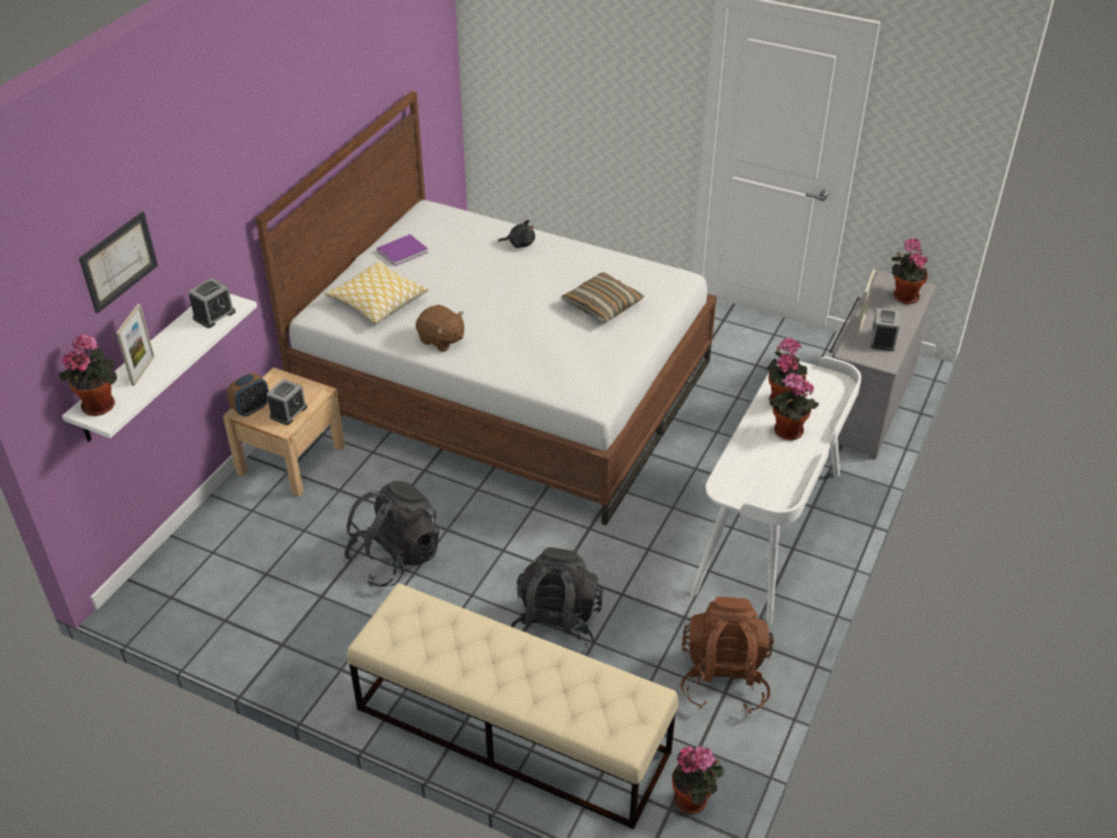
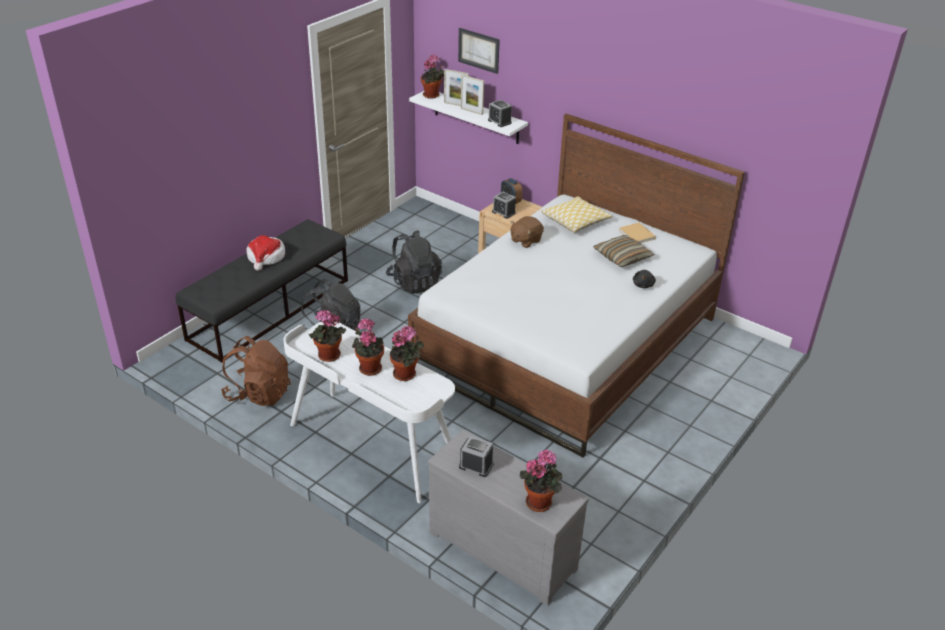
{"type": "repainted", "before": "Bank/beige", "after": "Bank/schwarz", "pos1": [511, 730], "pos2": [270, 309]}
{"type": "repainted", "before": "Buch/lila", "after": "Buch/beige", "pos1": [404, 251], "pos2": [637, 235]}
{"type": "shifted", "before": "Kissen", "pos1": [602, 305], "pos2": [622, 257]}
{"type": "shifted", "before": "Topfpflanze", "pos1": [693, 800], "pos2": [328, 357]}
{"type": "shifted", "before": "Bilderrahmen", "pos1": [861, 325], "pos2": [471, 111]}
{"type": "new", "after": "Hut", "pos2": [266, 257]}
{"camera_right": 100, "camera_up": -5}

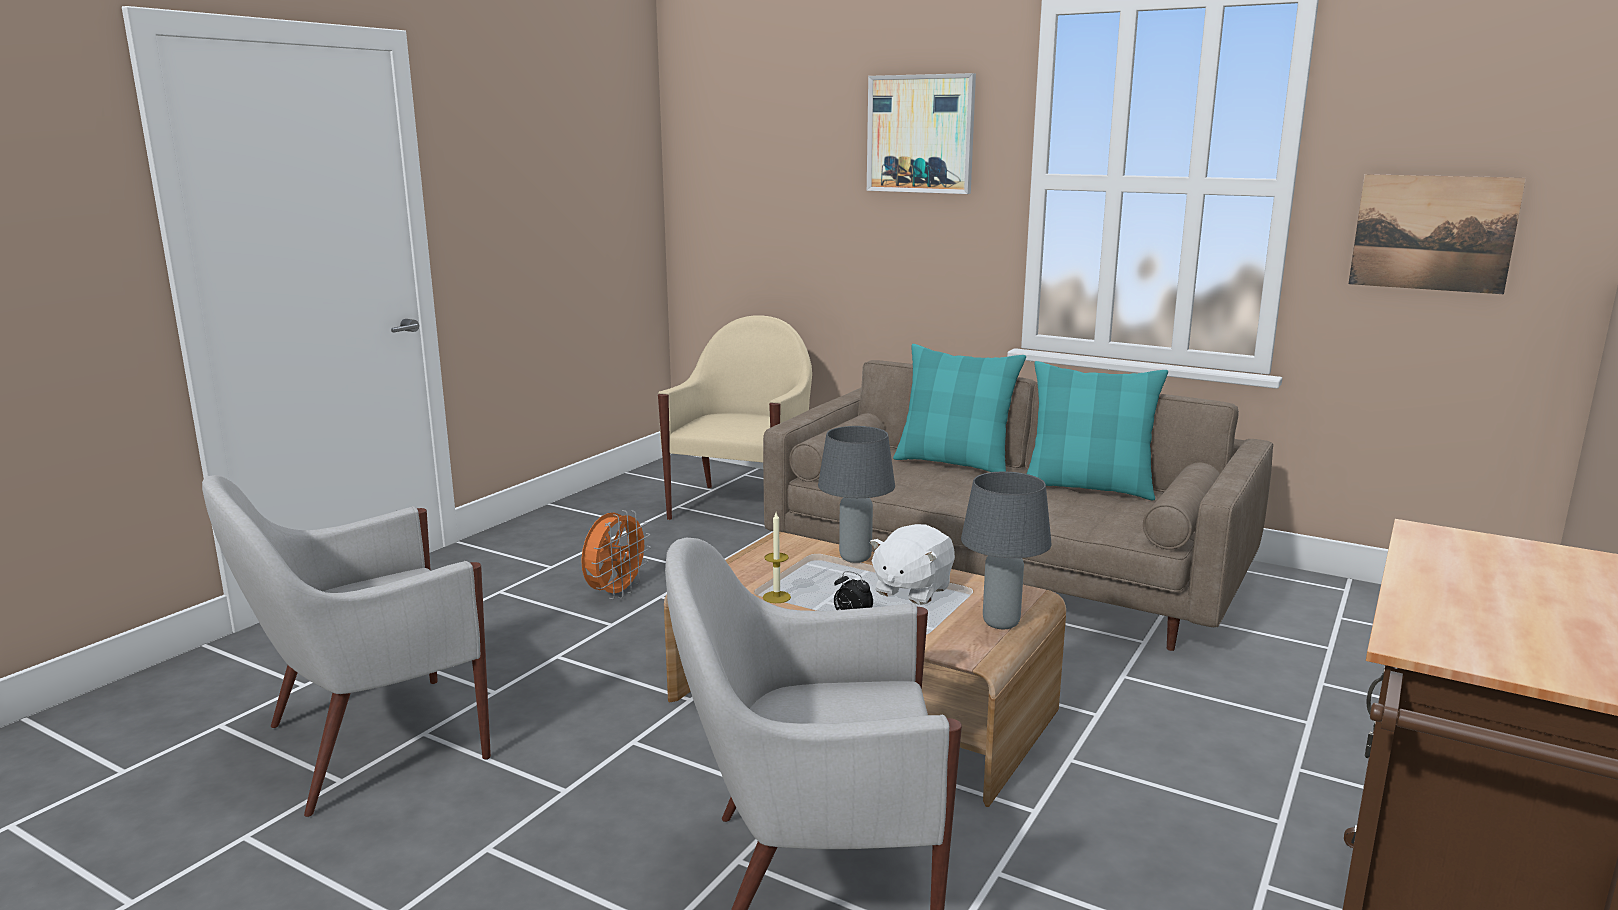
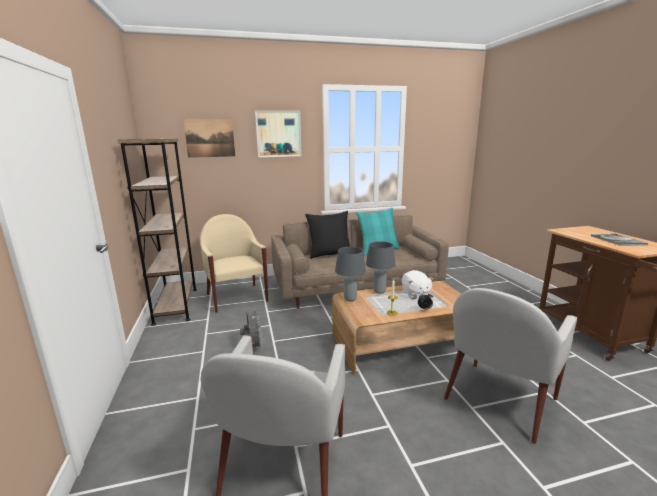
{"type": "repainted", "before": "Ventilator/orange", "after": "Ventilator/grau", "pos1": [616, 593], "pos2": [254, 348]}
{"type": "repainted", "before": "Kissen/türkis", "after": "Kissen/schwarz", "pos1": [954, 463], "pos2": [329, 254]}
{"type": "shifted", "before": "Tischlampe/grau", "pos1": [1002, 623], "pos2": [350, 299]}
{"type": "shifted", "before": "Bild", "pos1": [1433, 233], "pos2": [210, 138]}
{"type": "new", "after": "Bücherregal/braun", "pos2": [176, 305]}
{"type": "new", "after": "Buch", "pos2": [617, 240]}
{"camera_right": -45, "camera_up": 0}

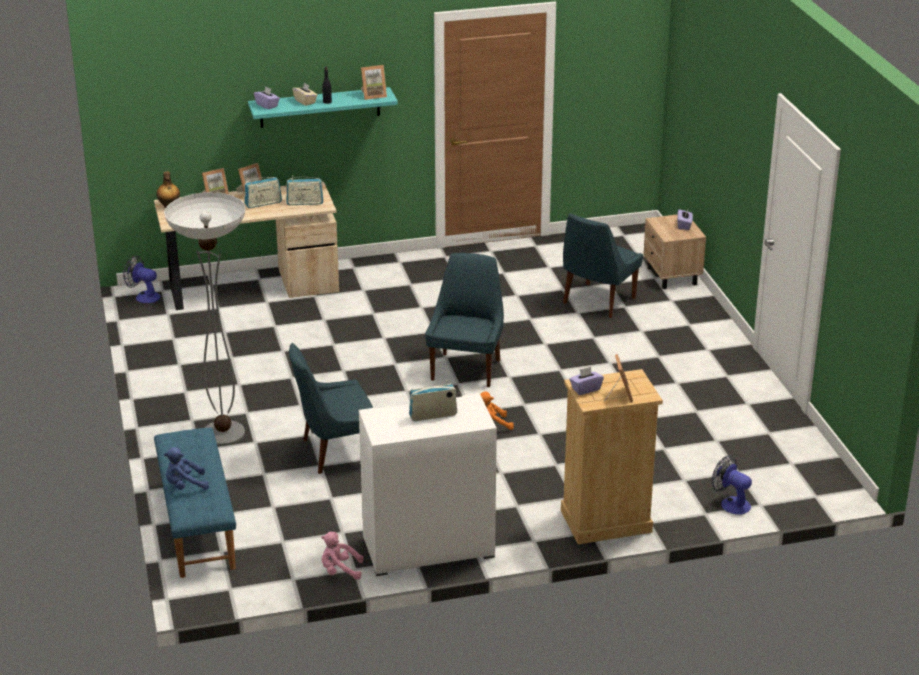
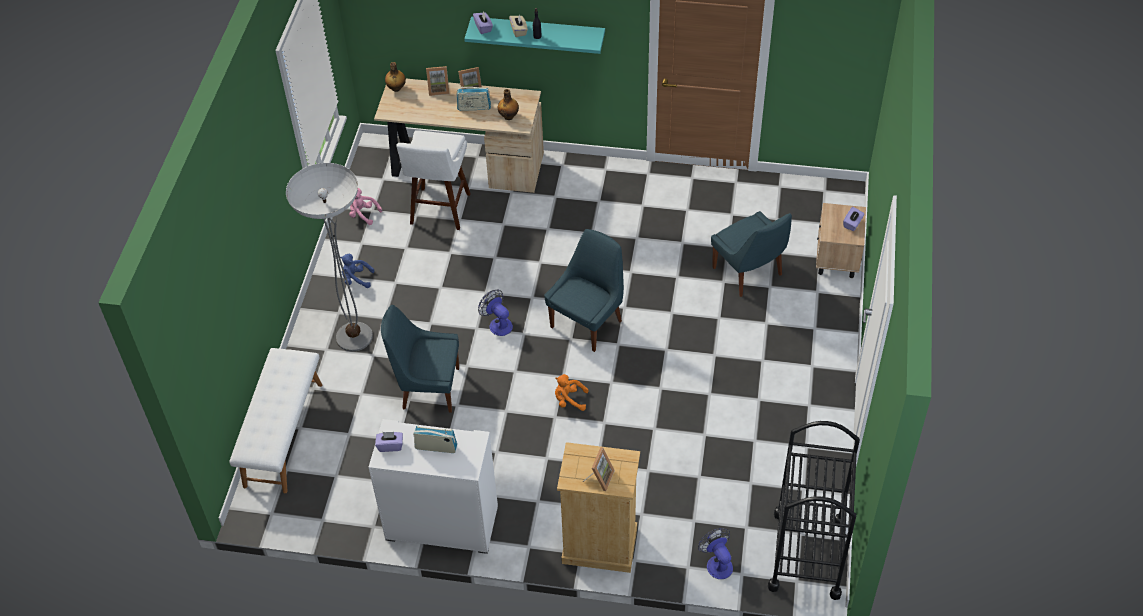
{"type": "shifted", "before": "Ventilator", "pos1": [144, 296], "pos2": [498, 324]}
{"type": "repainted", "before": "Bank/blau", "after": "Bank/weiß", "pos1": [196, 525], "pos2": [282, 434]}
{"type": "shifted", "before": "Plüschtier/blau", "pos1": [185, 486], "pos2": [356, 279]}
{"type": "swapped", "before": "Radio", "after": "Flasche", "pos1": [305, 203], "pos2": [509, 116]}
{"type": "shifted", "before": "Plüschtier/rosa", "pos1": [340, 571], "pos2": [363, 214]}
{"type": "gone", "before": "Bilderrahmen", "pos1": [373, 95]}
{"type": "rotated", "before": "Stuhl/blau", "pos1": [597, 302], "pos2": [749, 273], "turn": -90}
{"type": "shifted", "before": "Taschentuchbox/lila", "pos1": [585, 389], "pos2": [390, 446]}
{"type": "new", "after": "Hocker/weiß", "pos2": [439, 211]}
{"type": "new", "after": "Rollwagen/schwarz", "pos2": [807, 554]}
{"camera_right": 25, "camera_up": 20}

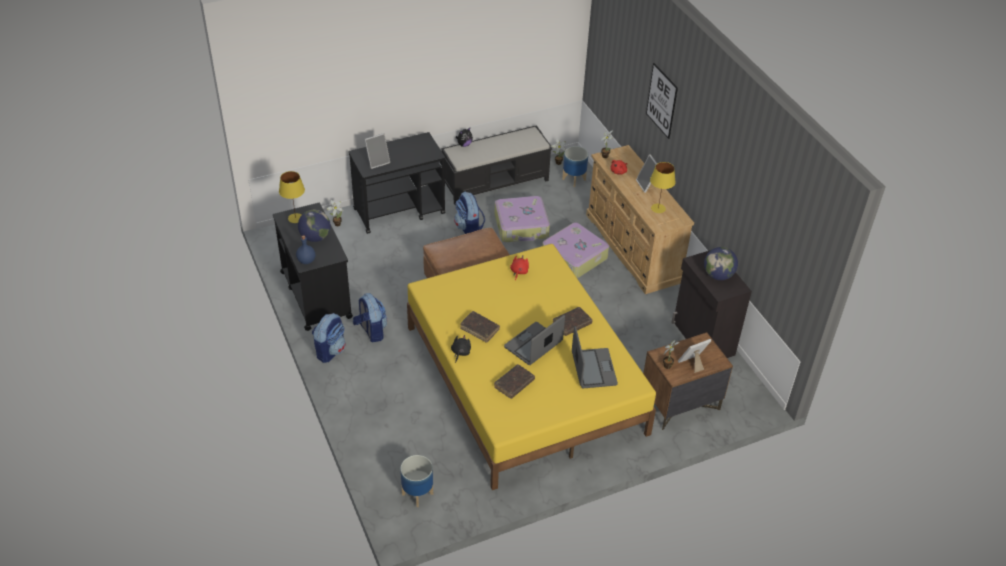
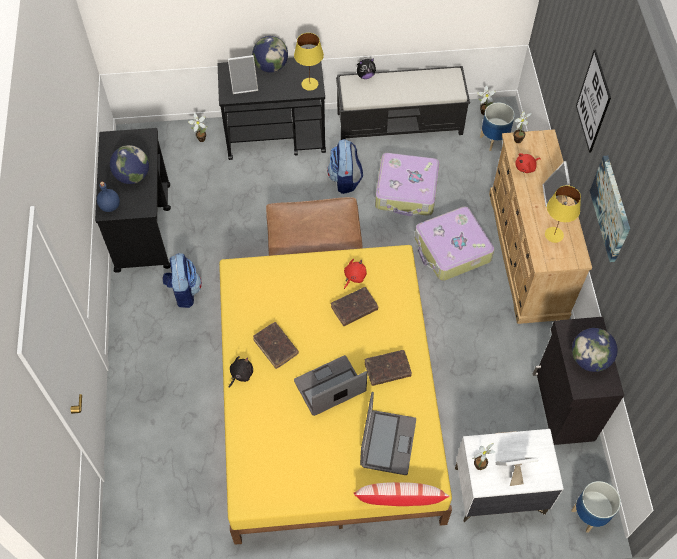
{"type": "shifted", "before": "Tischlampe/gelb", "pos1": [295, 218], "pos2": [309, 84]}
{"type": "gone", "before": "Rucksack", "pos1": [330, 350]}
{"type": "shifted", "before": "Pflanzkübel", "pos1": [418, 493], "pos2": [589, 514]}
{"type": "shifted", "before": "Buch/braun", "pos1": [514, 384], "pos2": [354, 309]}
{"type": "repainted", "before": "Nachttisch/braun", "after": "Nachttisch/weiß", "pos1": [679, 404], "pos2": [498, 491]}
{"type": "new", "after": "Globus", "pos2": [271, 66]}
{"type": "new", "after": "Kissen", "pos2": [399, 500]}
{"type": "new", "after": "Bild", "pos2": [611, 208]}
{"camera_right": 20, "camera_up": 15}

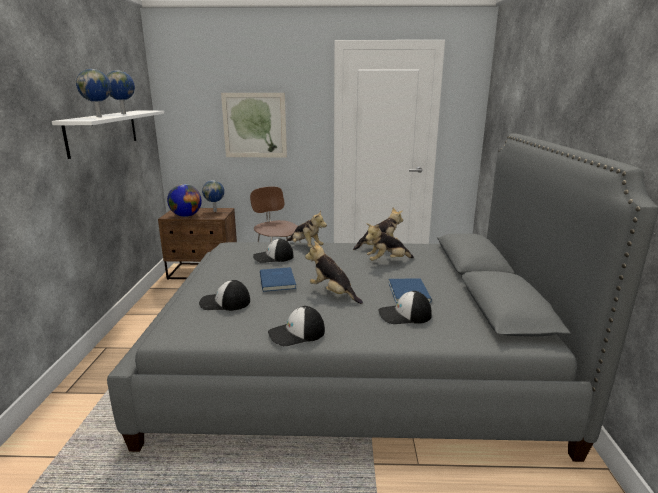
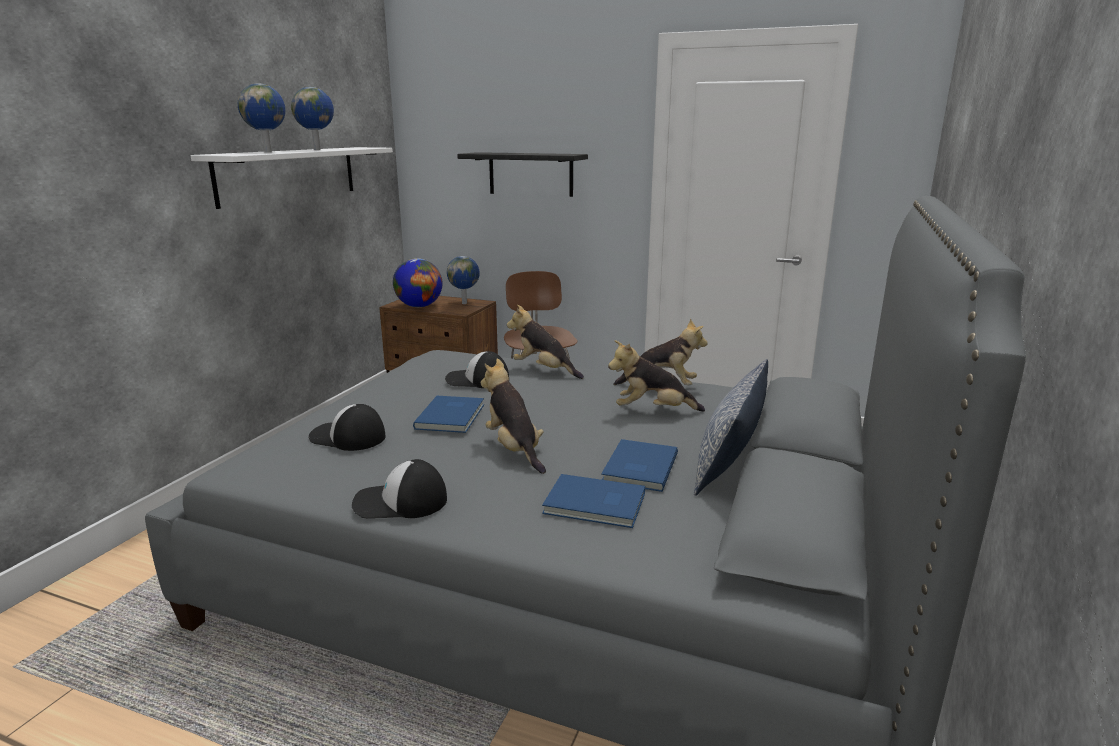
{"type": "swapped", "before": "Bild", "after": "Wandregal/schwarz", "pos1": [254, 125], "pos2": [530, 174]}
{"type": "rotated", "before": "Plüschtier", "pos1": [305, 247], "pos2": [544, 370], "turn": 150}
{"type": "swapped", "before": "Kappe", "after": "Buch/blau", "pos1": [404, 315], "pos2": [595, 505]}
{"type": "new", "after": "Kissen", "pos2": [729, 456]}
{"camera_right": 20, "camera_up": 0}

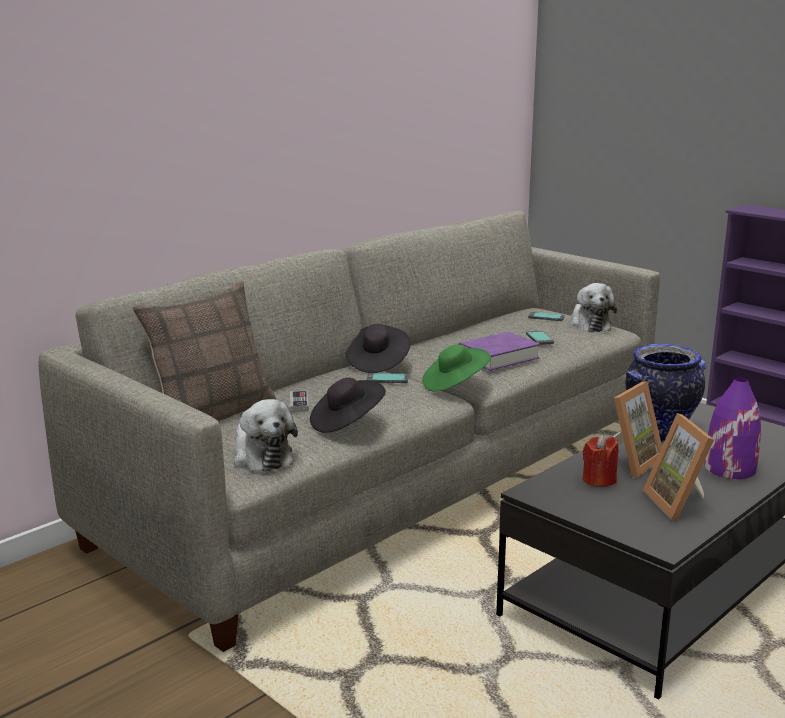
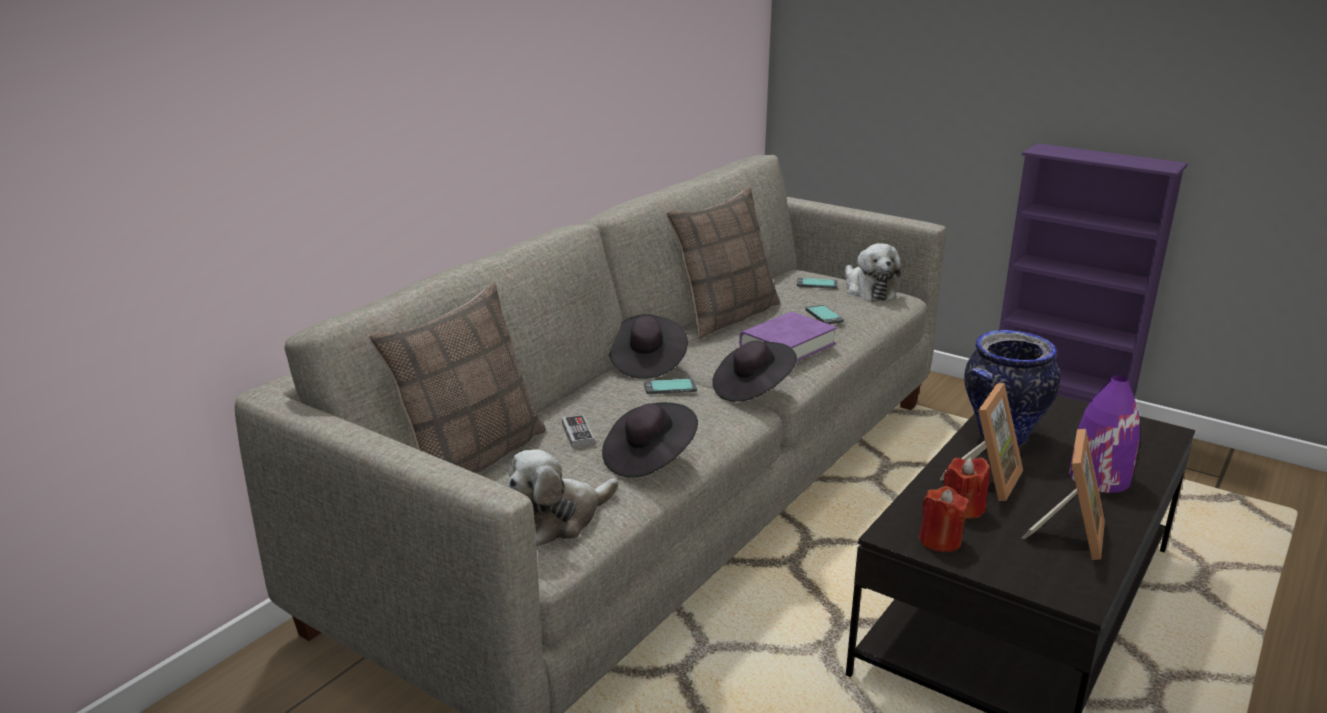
{"type": "rotated", "before": "Plüschtier", "pos1": [261, 456], "pos2": [559, 519], "turn": 90}
{"type": "repainted", "before": "Hut/grün", "after": "Hut/schwarz", "pos1": [455, 385], "pos2": [752, 389]}
{"type": "rotated", "before": "Bilderrahmen", "pos1": [680, 503], "pos2": [1068, 534], "turn": -135}
{"type": "new", "after": "Kissen", "pos2": [725, 316]}
{"type": "new", "after": "Kerze/rot", "pos2": [940, 541]}
{"camera_right": -10, "camera_up": 5}

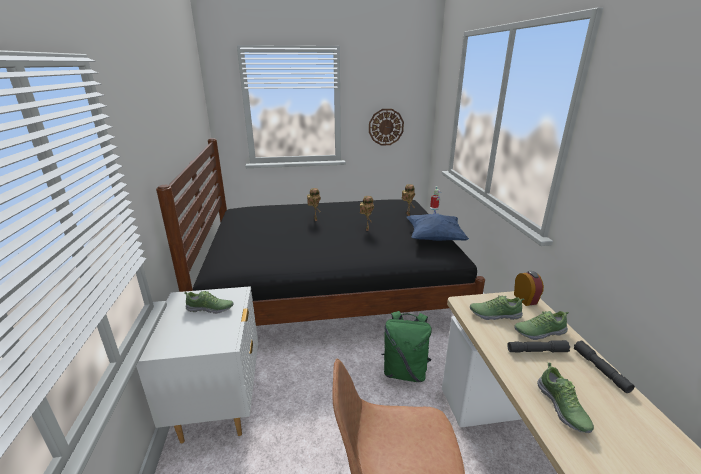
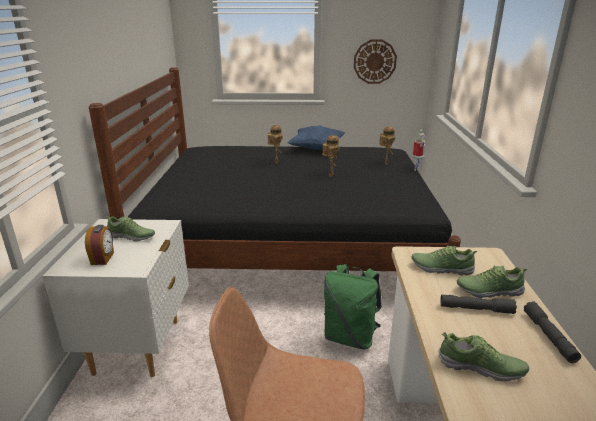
{"type": "shifted", "before": "Kissen/blau", "pos1": [434, 238], "pos2": [316, 149]}
{"type": "shifted", "before": "Wecker", "pos1": [525, 299], "pos2": [103, 258]}
{"type": "rotated", "before": "Schuh", "pos1": [563, 408], "pos2": [480, 367], "turn": -75}
{"camera_right": 10, "camera_up": 0}

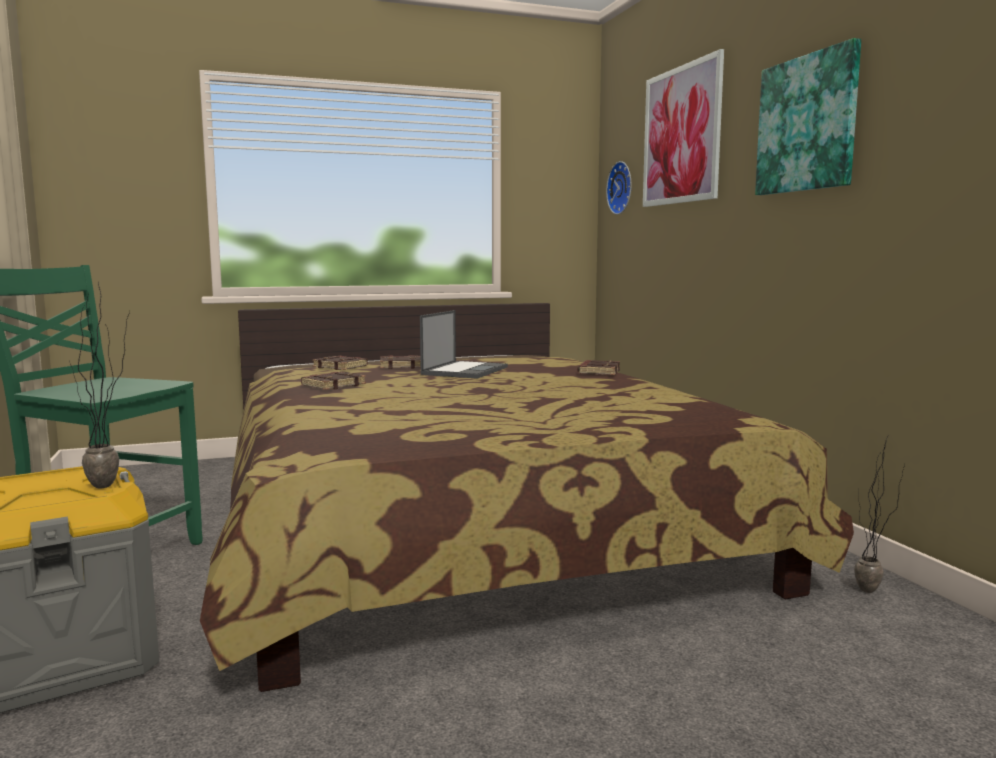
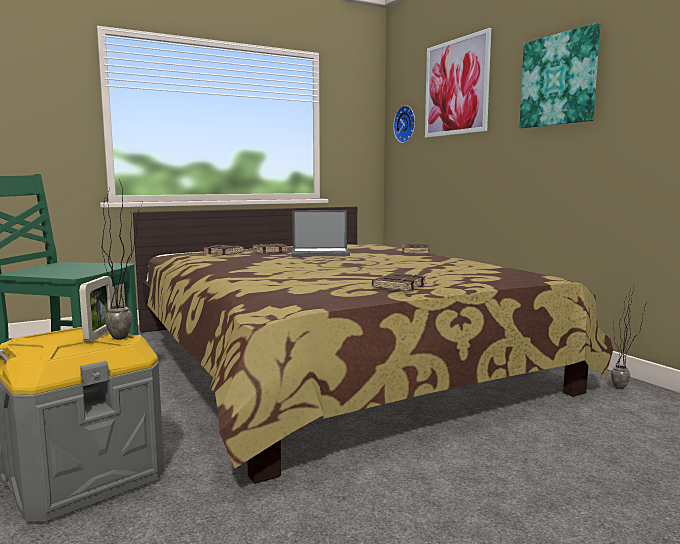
{"type": "shifted", "before": "Buch/braun", "pos1": [333, 385], "pos2": [399, 286]}
{"type": "rotated", "before": "Laptop", "pos1": [465, 370], "pos2": [321, 253], "turn": 75}
{"type": "new", "after": "Bilderrahmen", "pos2": [100, 335]}
{"camera_right": -10, "camera_up": 0}

